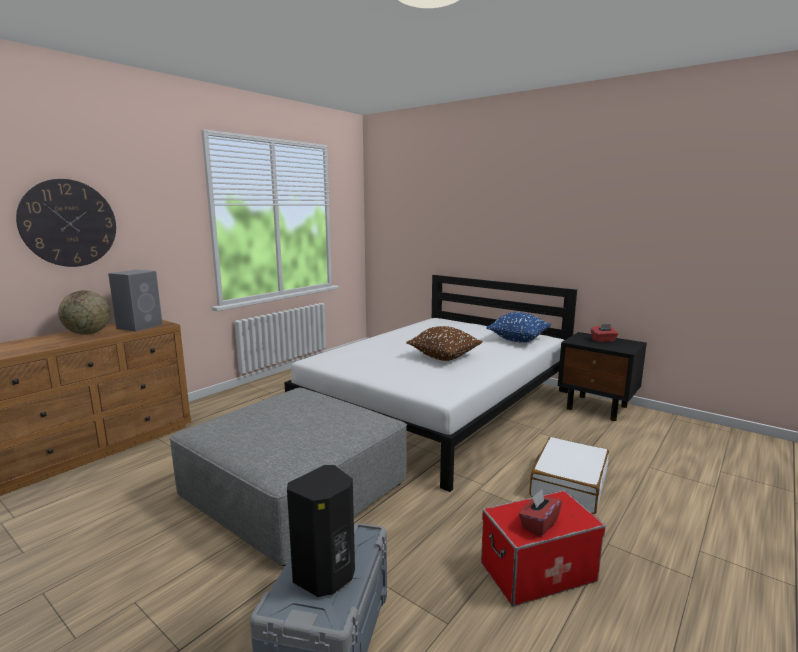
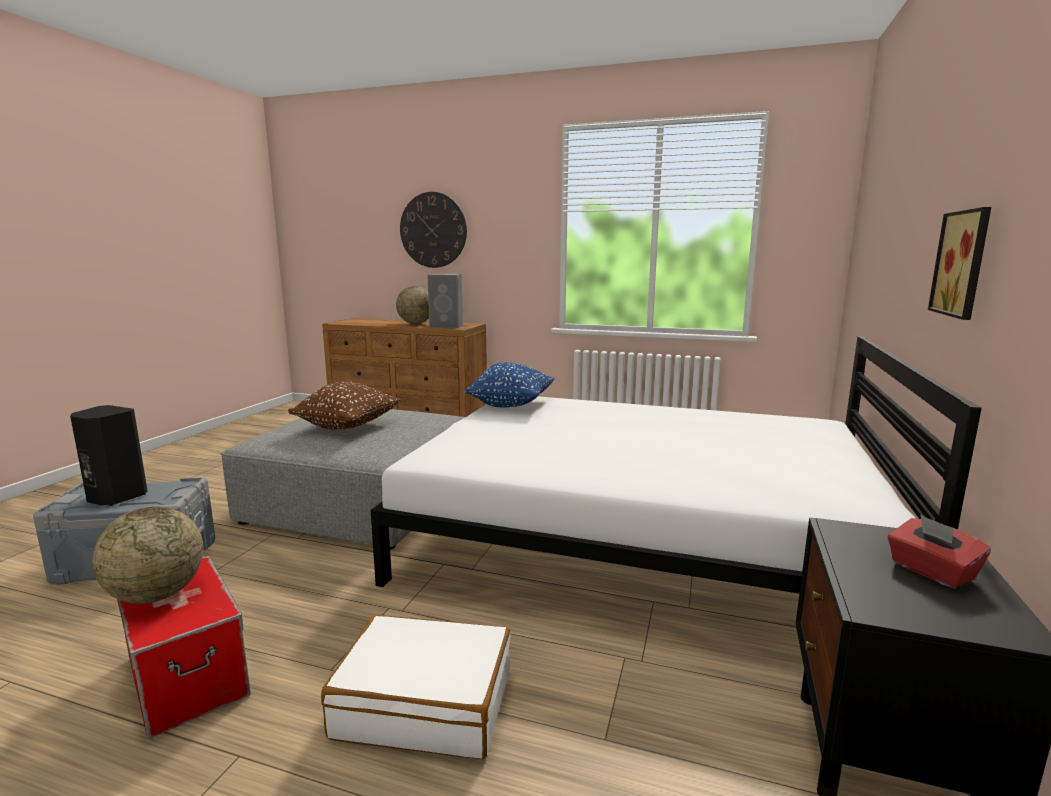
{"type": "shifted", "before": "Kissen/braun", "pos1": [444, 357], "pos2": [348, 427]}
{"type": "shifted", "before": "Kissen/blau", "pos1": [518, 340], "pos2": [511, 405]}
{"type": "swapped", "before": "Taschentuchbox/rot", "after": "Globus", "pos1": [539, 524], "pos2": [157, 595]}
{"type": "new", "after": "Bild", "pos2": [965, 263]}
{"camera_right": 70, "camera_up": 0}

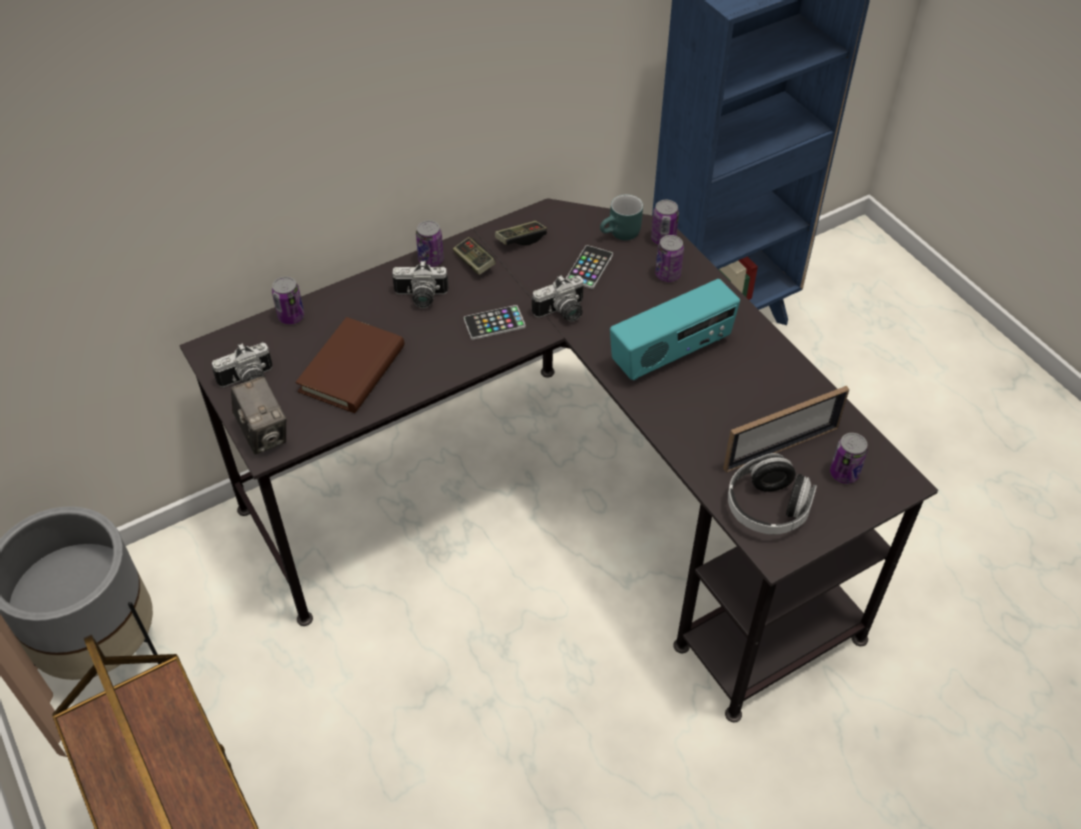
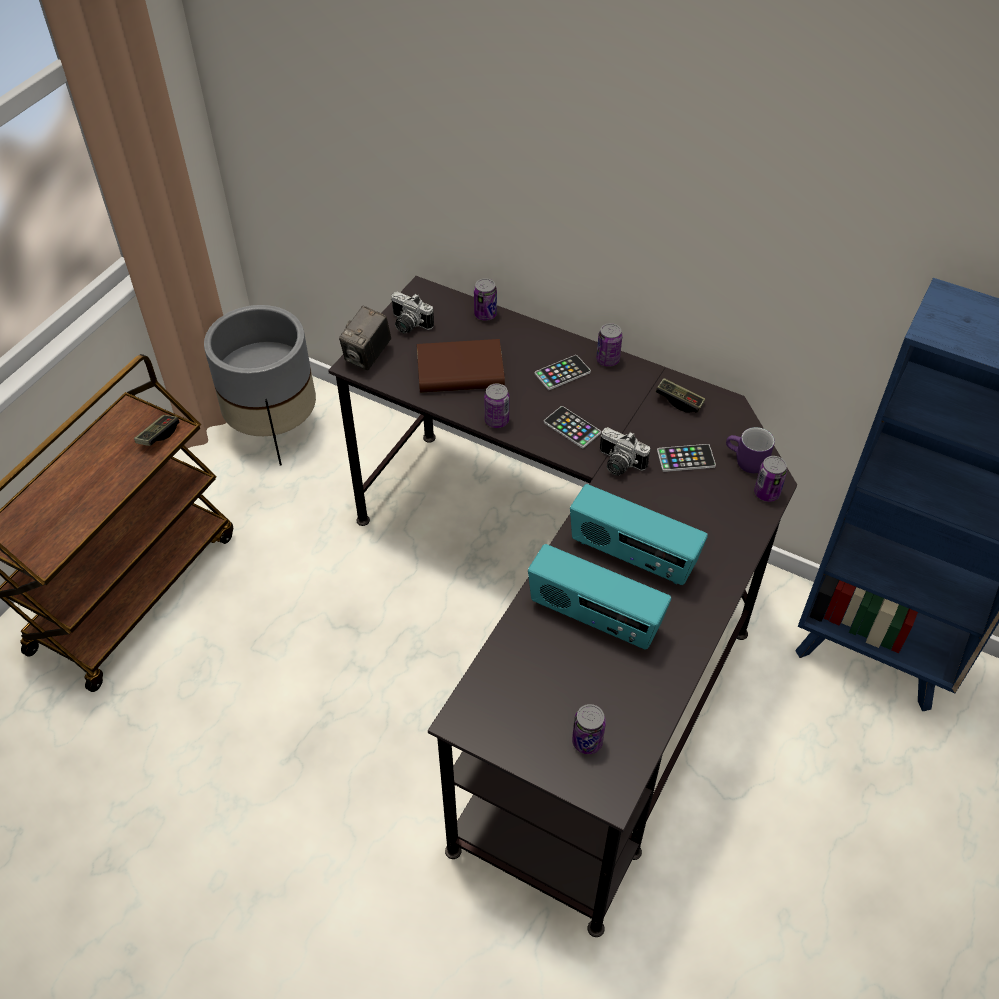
{"type": "swapped", "before": "Kamera", "after": "Handy", "pos1": [420, 298], "pos2": [562, 373]}
{"type": "shifted", "before": "Gamepad", "pos1": [474, 262], "pos2": [158, 435]}
{"type": "repainted", "before": "Henkelbecher/türkis", "after": "Henkelbecher/lila", "pos1": [621, 234], "pos2": [745, 462]}
{"type": "shifted", "before": "Dose", "pos1": [667, 274], "pos2": [496, 420]}
{"type": "gone", "before": "Bilderrahmen", "pos1": [781, 448]}
{"type": "gone", "before": "Kopfhörer", "pos1": [767, 508]}
{"type": "new", "after": "Radio", "pos2": [594, 618]}
{"camera_right": 60, "camera_up": 0}

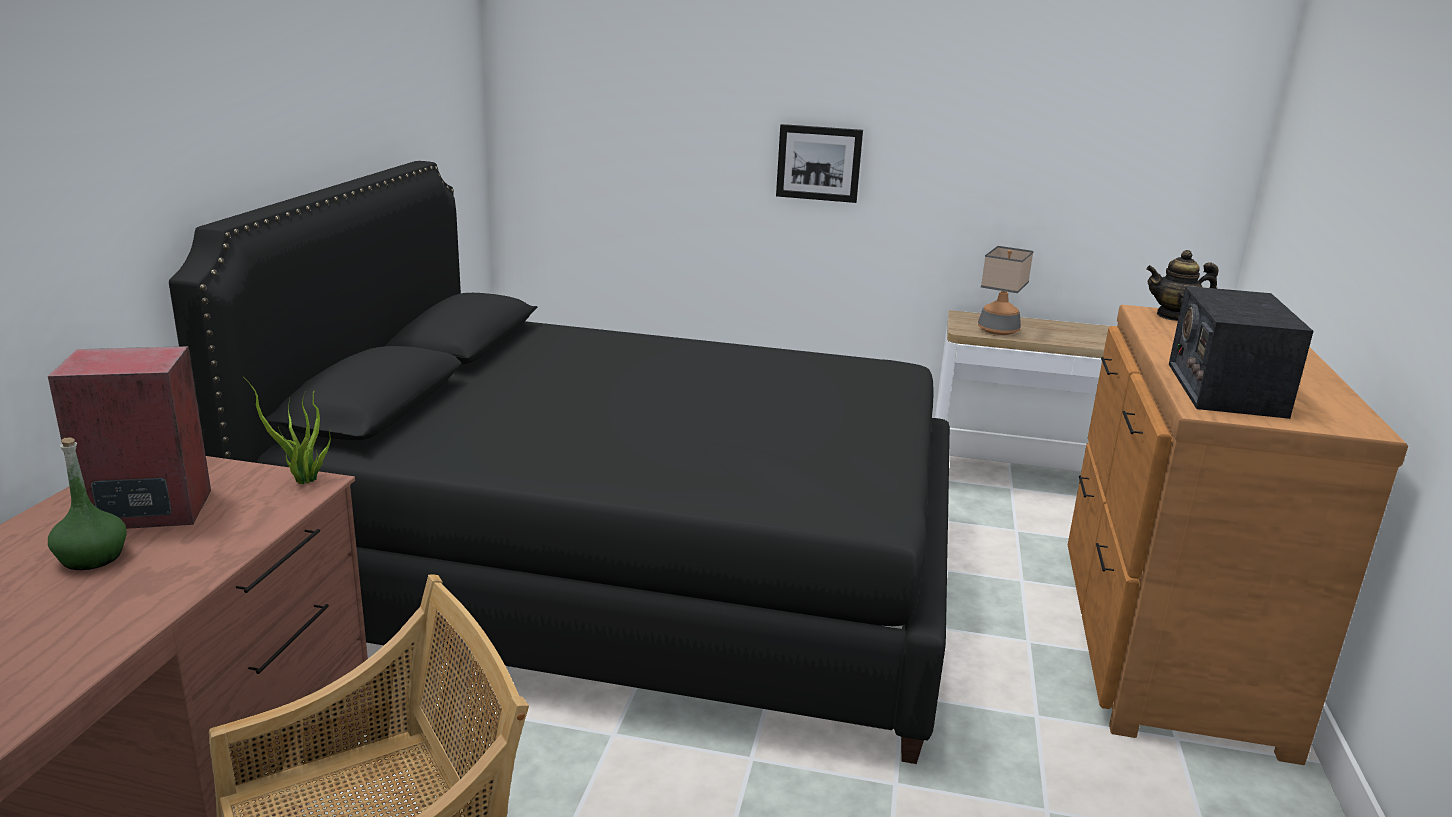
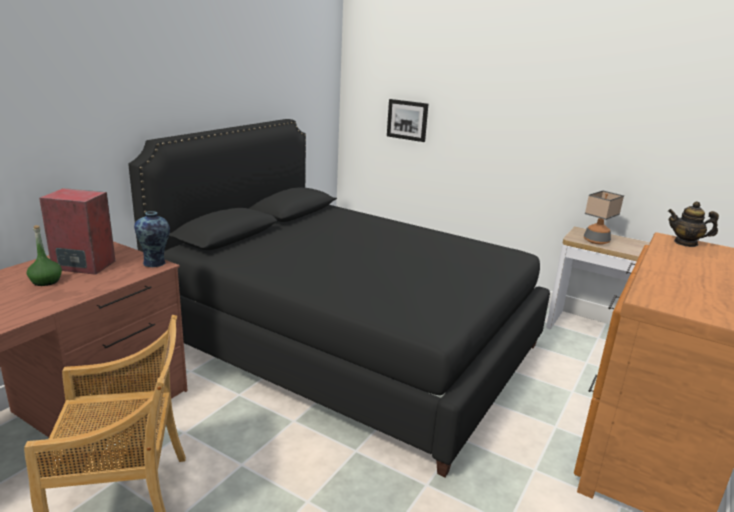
{"type": "swapped", "before": "Topfpflanze", "after": "Vase", "pos1": [303, 481], "pos2": [155, 263]}
{"type": "shifted", "before": "Bild", "pos1": [819, 163], "pos2": [407, 120]}
{"type": "gone", "before": "Radio", "pos1": [1225, 389]}
{"camera_right": 20, "camera_up": 0}

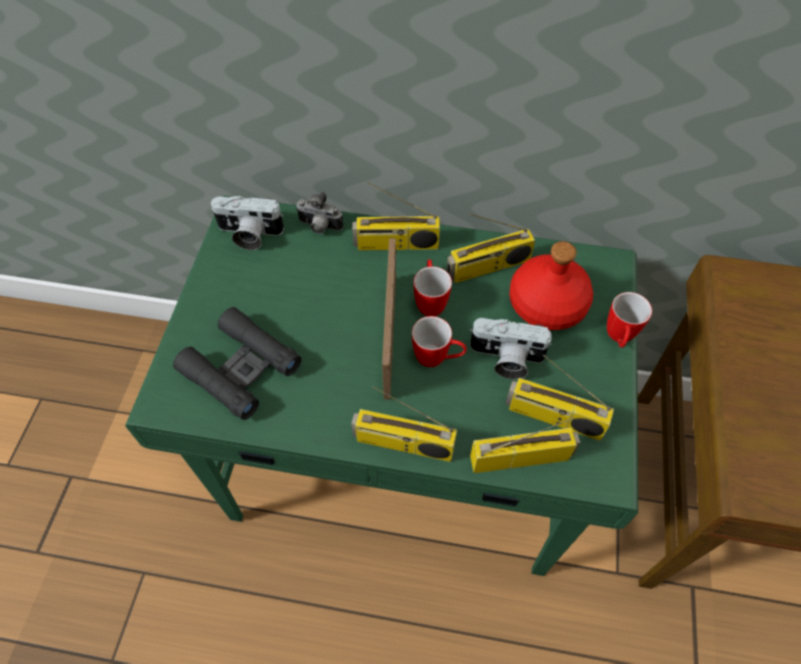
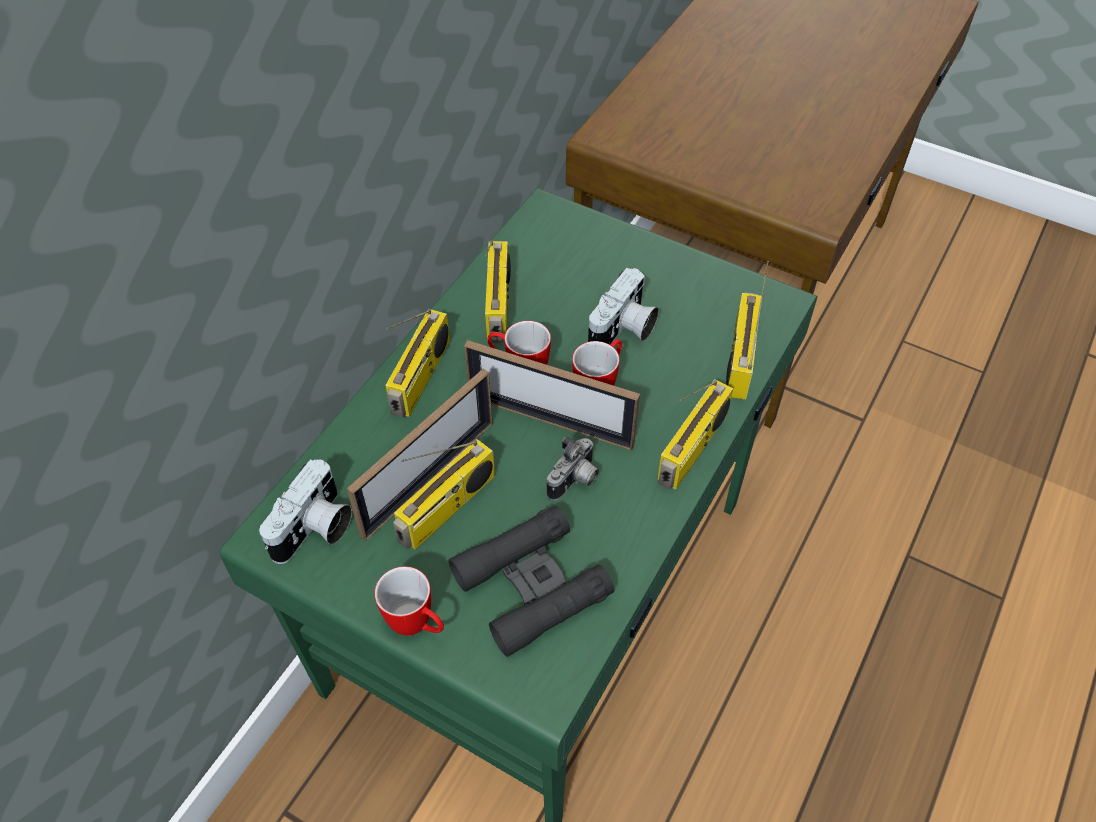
{"type": "shifted", "before": "Kamera", "pos1": [319, 227], "pos2": [575, 481]}
{"type": "shifted", "before": "Radio", "pos1": [553, 418], "pos2": [447, 509]}
{"type": "gone", "before": "Flasche/rot", "pos1": [546, 304]}
{"type": "shifted", "before": "Henkelbecher", "pos1": [618, 339], "pos2": [417, 626]}
{"type": "new", "after": "Bilderrahmen", "pos2": [428, 477]}
{"camera_right": -70, "camera_up": -5}

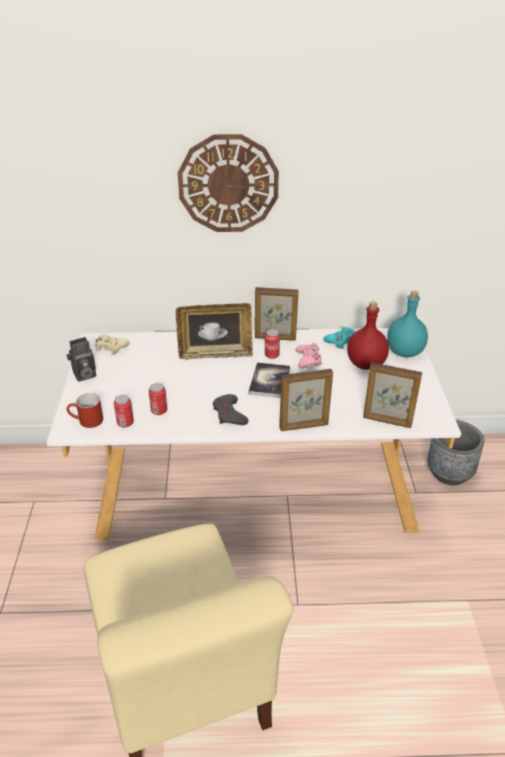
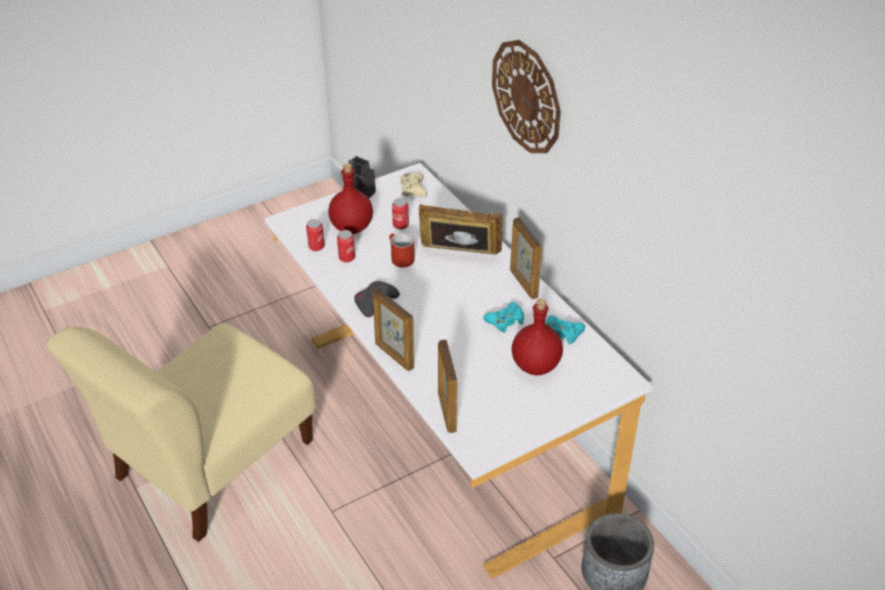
{"type": "shifted", "before": "Henkelbecher/rot", "pos1": [86, 421], "pos2": [399, 258]}
{"type": "rotated", "before": "Bilderrahmen", "pos1": [215, 354], "pos2": [459, 255], "turn": 135}
{"type": "gone", "before": "Buch", "pos1": [269, 381]}
{"type": "shifted", "before": "Dose", "pos1": [272, 355], "pos2": [400, 225]}
{"type": "repainted", "before": "Gamepad/rosa", "after": "Gamepad/türkis", "pos1": [308, 360], "pos2": [505, 321]}
{"type": "gone", "before": "Flasche/türkis", "pos1": [404, 352]}
{"type": "new", "after": "Flasche/rot", "pos2": [352, 227]}
{"camera_right": 60, "camera_up": 5}

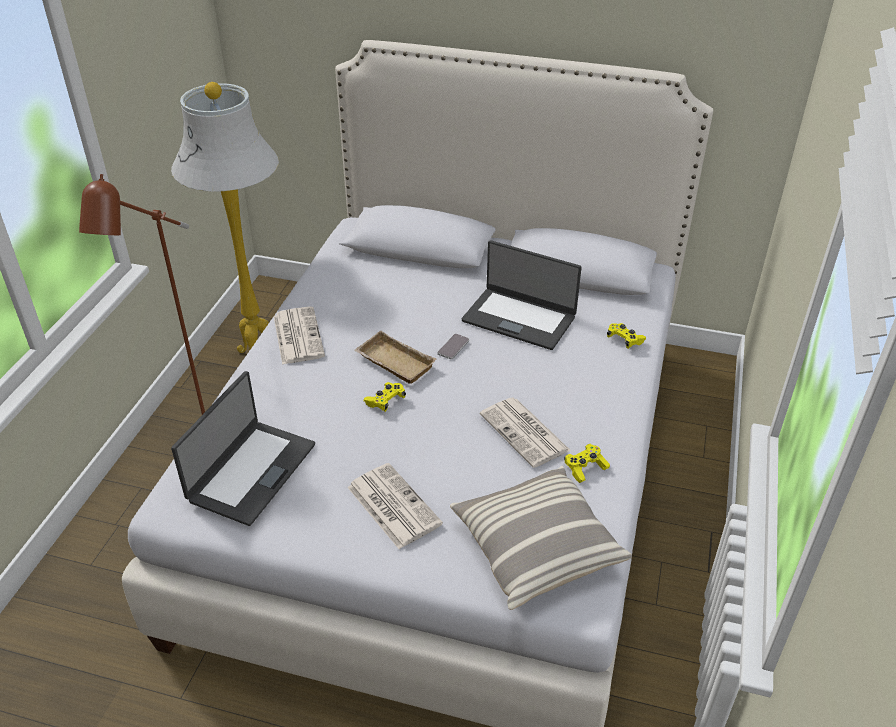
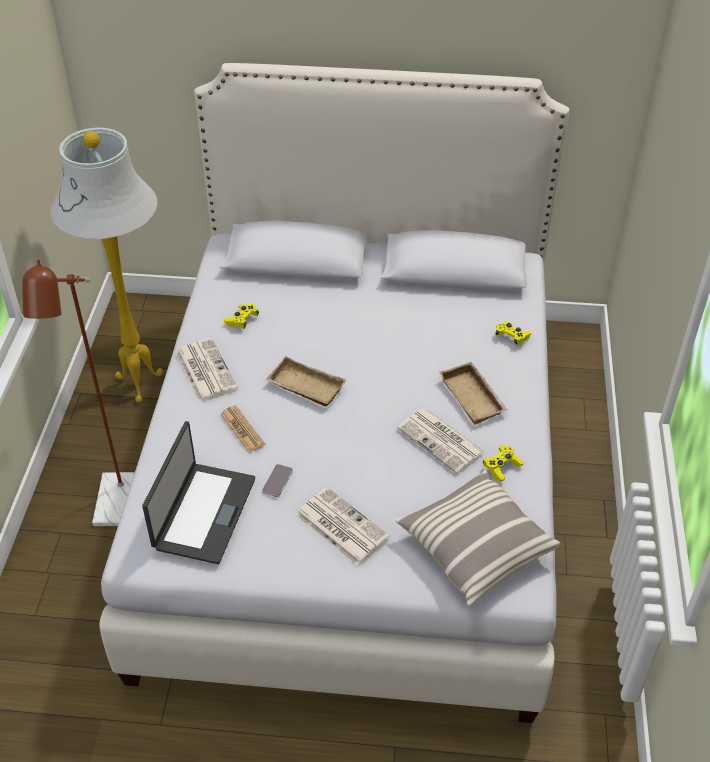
{"type": "shifted", "before": "Gamepad/gelb", "pos1": [385, 401], "pos2": [242, 320]}
{"type": "shifted", "before": "Handy", "pos1": [453, 347], "pos2": [277, 481]}
{"type": "gone", "before": "Laptop", "pos1": [519, 318]}
{"type": "new", "after": "Zeitung", "pos2": [242, 429]}
{"type": "new", "after": "Tablett/beige", "pos2": [474, 397]}
{"camera_right": -10, "camera_up": 5}

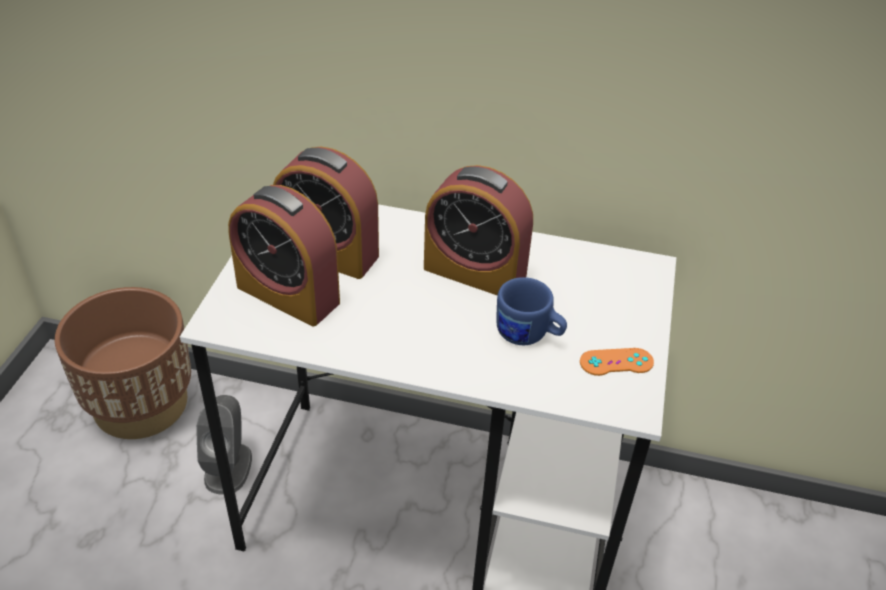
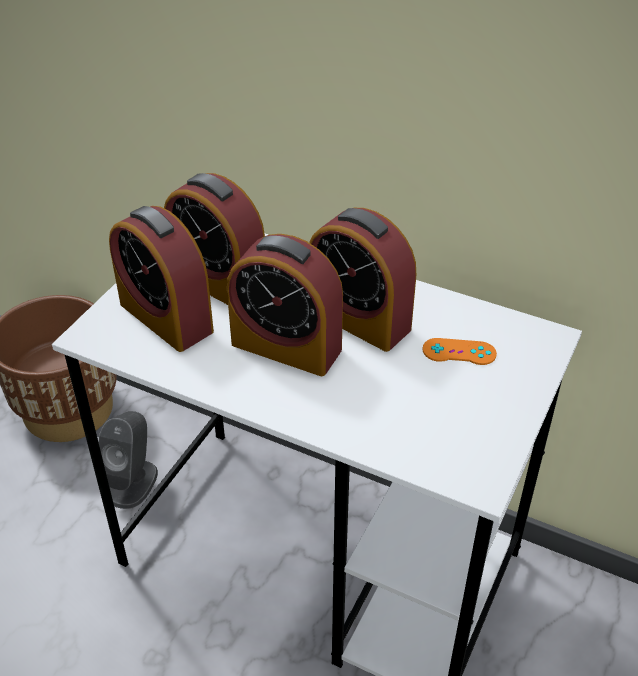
{"type": "gone", "before": "Henkelbecher/blau", "pos1": [528, 336]}
{"type": "shifted", "before": "Gamepad/orange", "pos1": [616, 362], "pos2": [459, 352]}
{"type": "new", "after": "Wecker", "pos2": [286, 346]}
{"camera_right": 15, "camera_up": 0}

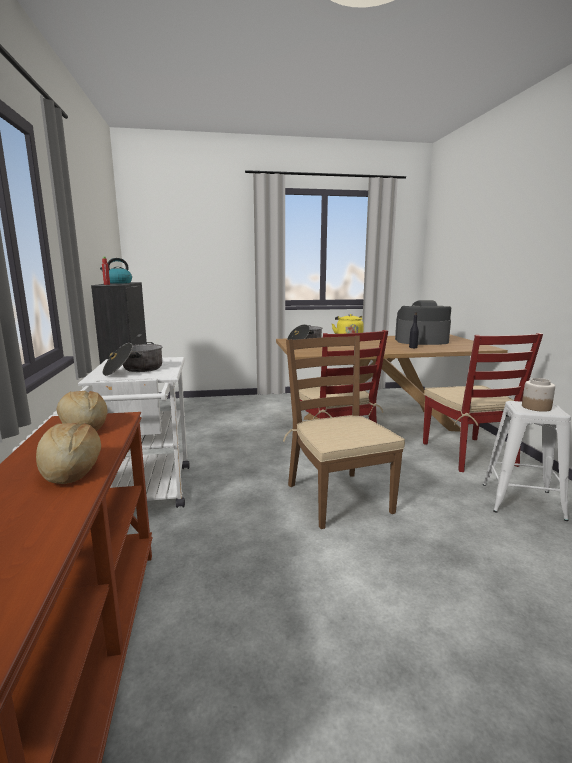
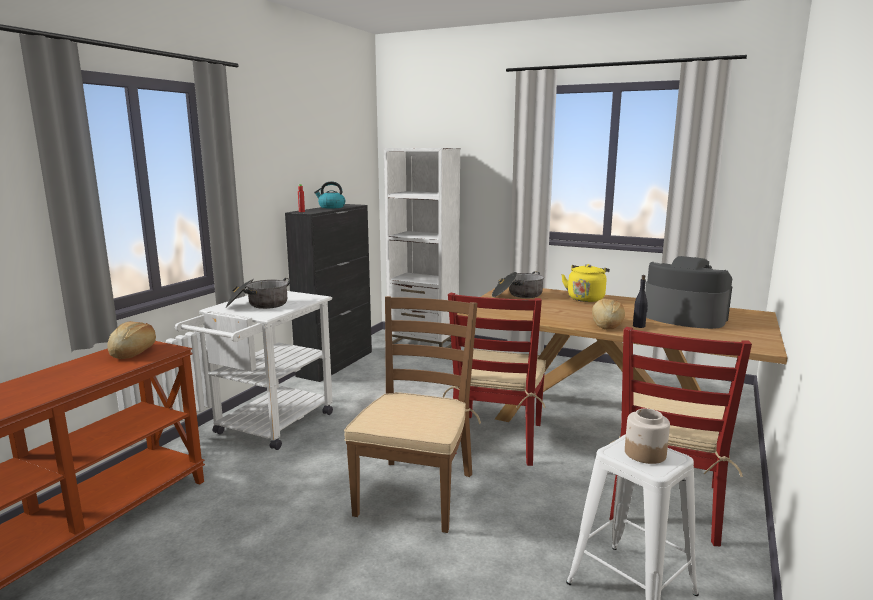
{"type": "shifted", "before": "Brot", "pos1": [70, 469], "pos2": [606, 324]}
{"type": "new", "after": "Bücherregal/weiß", "pos2": [423, 344]}
{"camera_right": 35, "camera_up": 0}

